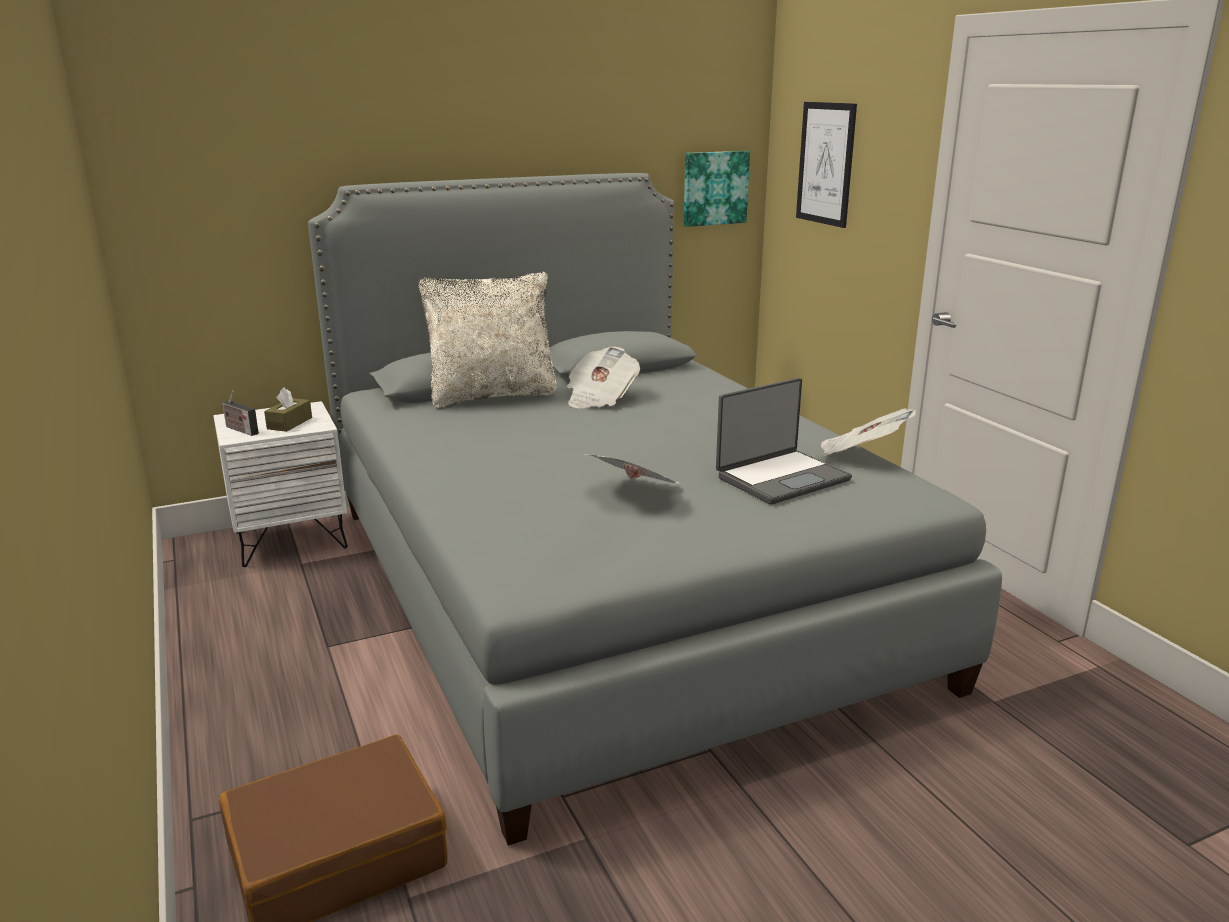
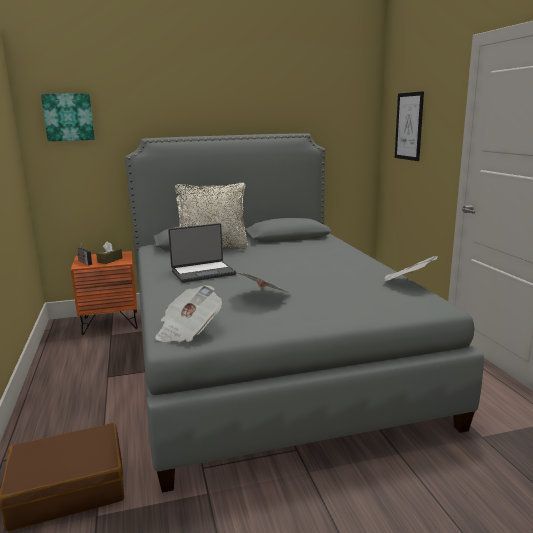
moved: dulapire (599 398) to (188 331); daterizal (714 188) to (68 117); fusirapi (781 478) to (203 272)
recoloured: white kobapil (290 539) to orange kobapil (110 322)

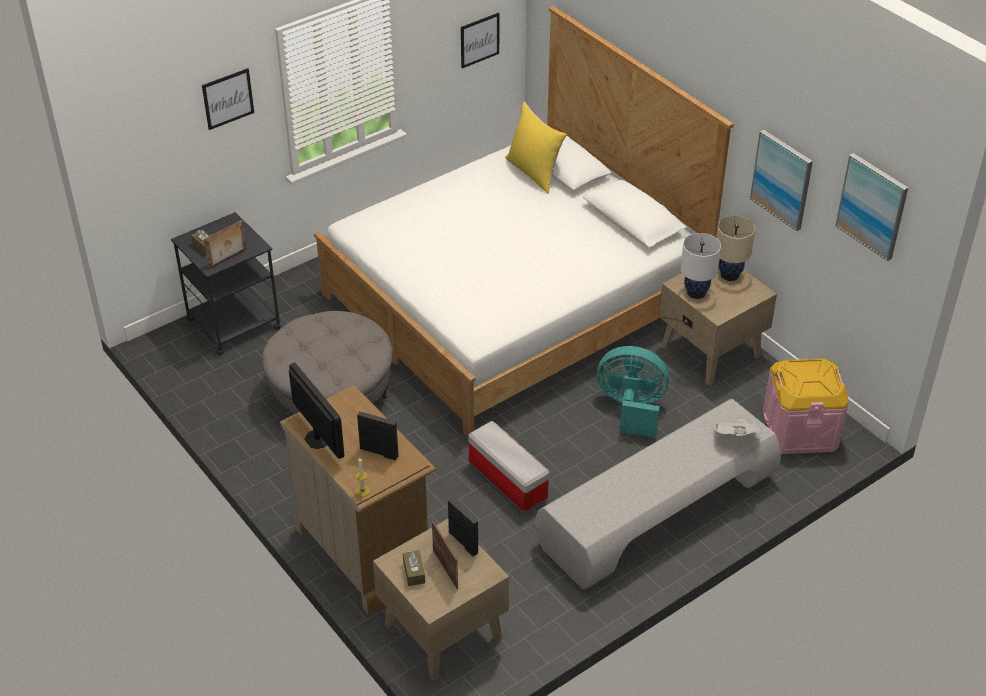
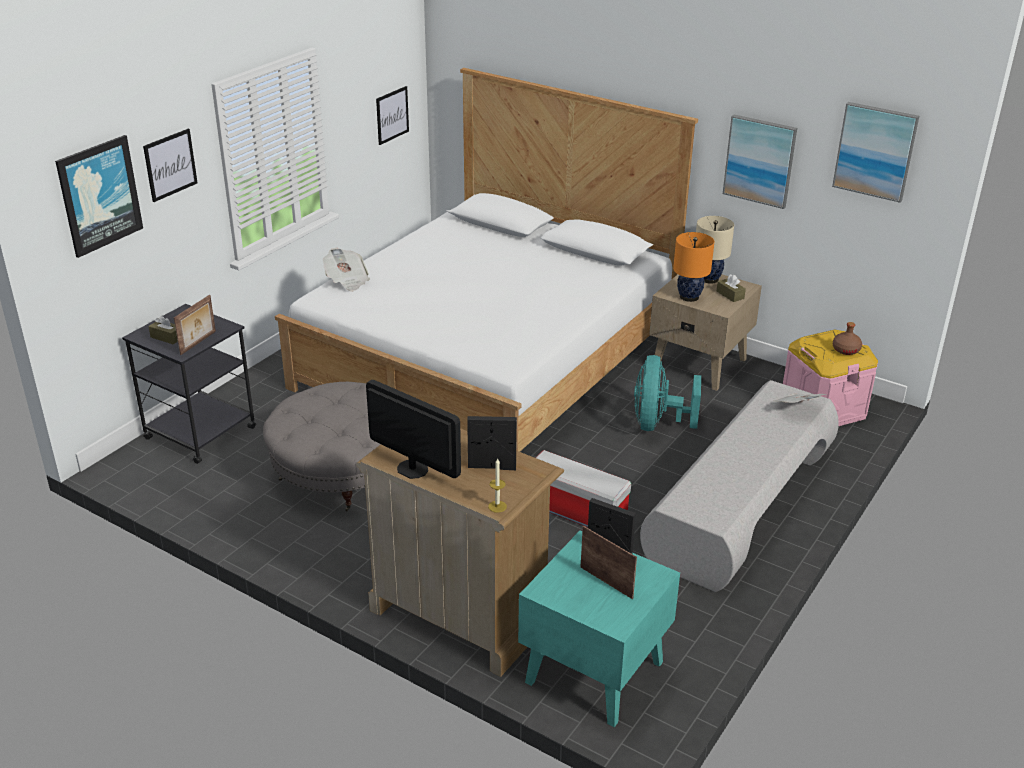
removed: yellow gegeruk (534 172)
added: daterizal (99 195); dulapire (347 281); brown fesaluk (846 350)
moved: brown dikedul (414 572) to (730 295)
recoloured: beige kobapil (442 630) to turquoise kobapil (593 671); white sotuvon (696 292) to orange sotuvon (689 297)
turned: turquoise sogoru (631 409) = (657 423) 75 degrees counterclockwise

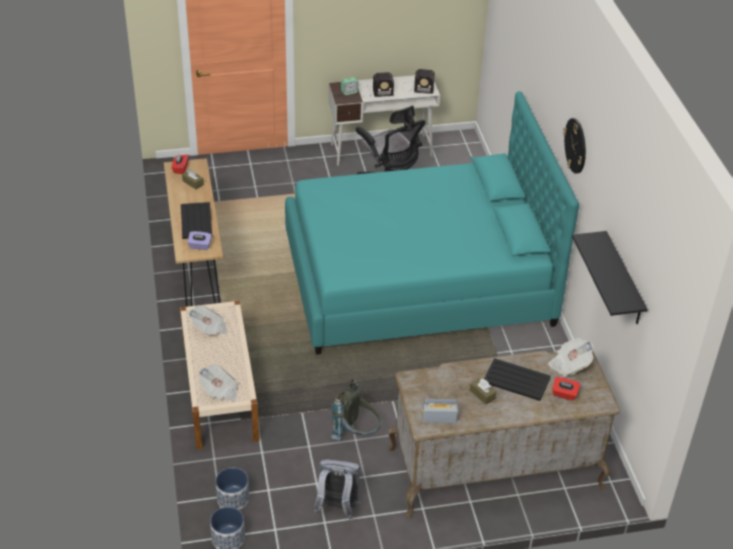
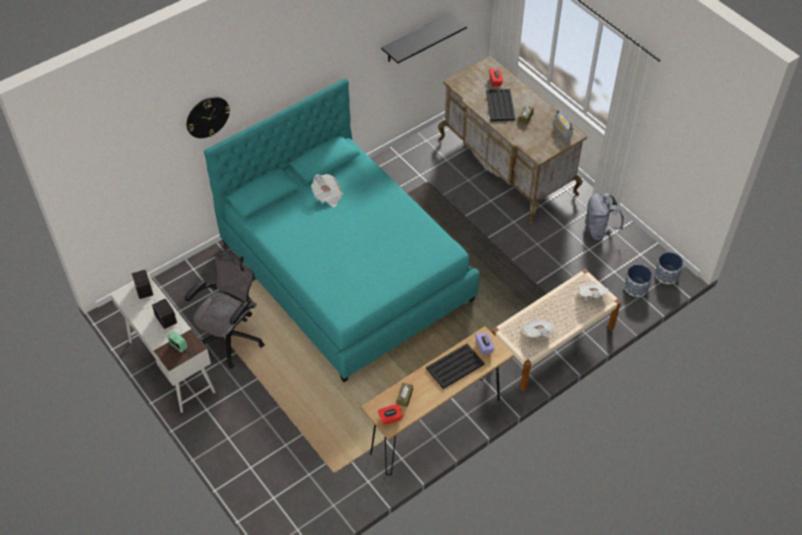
removed: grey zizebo (357 433)
moved: dulapire (569 365) to (327 196); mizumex (576 145) to (207 117)

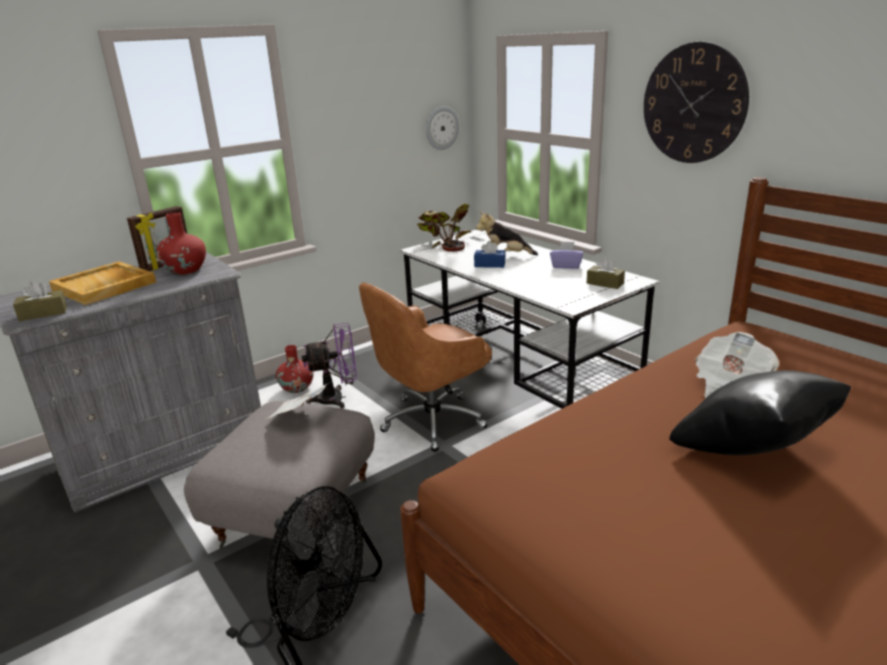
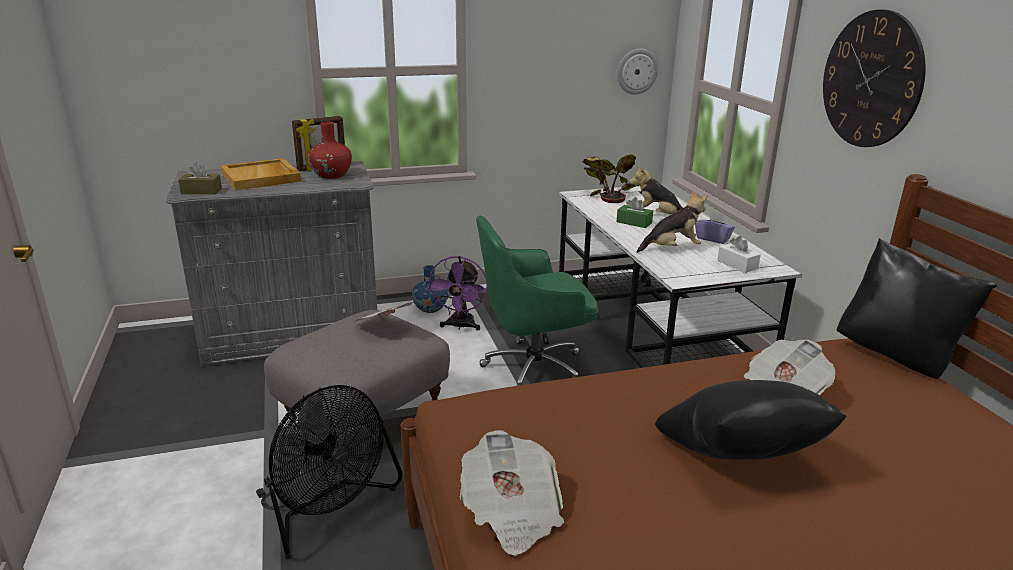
added: dulapire (511 514); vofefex (672 249); black gegeruk (897 357)
recoloured: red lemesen (297 388) to blue lemesen (430 308); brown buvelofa (432 420) to green buvelofa (533 368); blue dikedul (489 264) to green dikedul (634 222); brown dikedul (605 283) to white dikedul (737 264)
turned: purple sogoru (337 398) = (460 326) 90 degrees clockwise

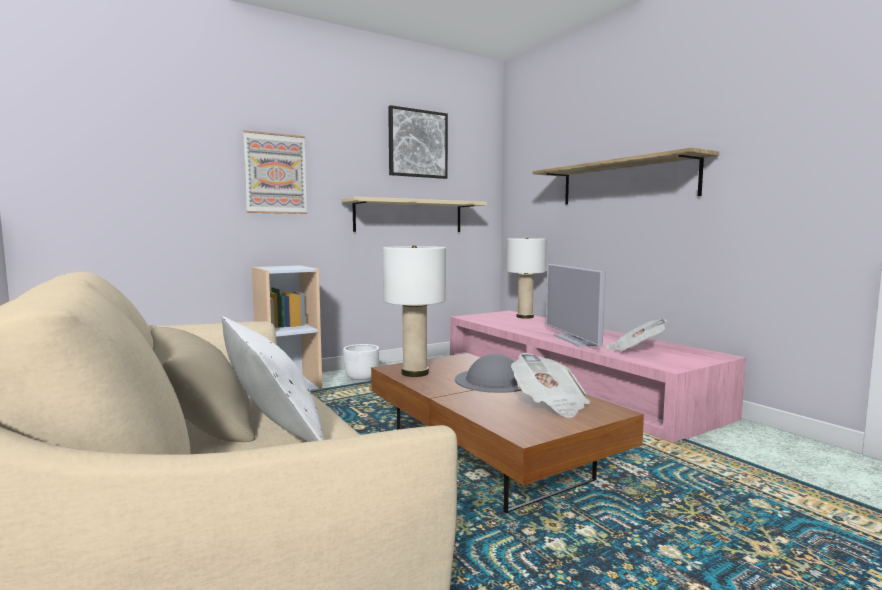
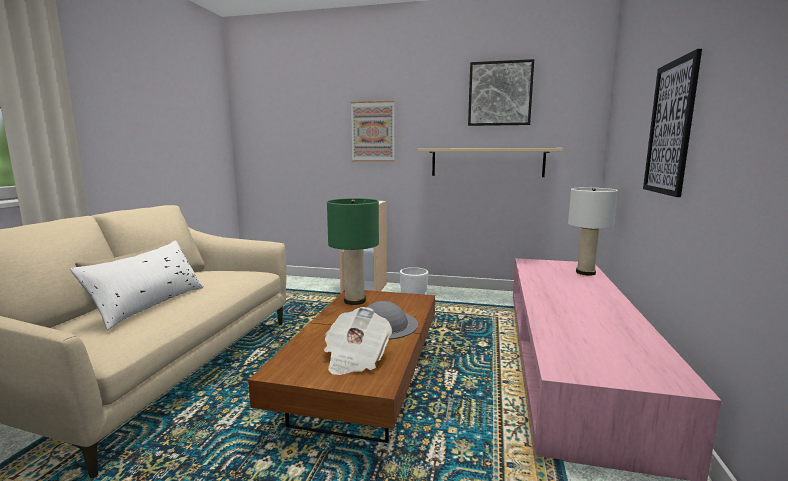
removed: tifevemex (574 340); dulapire (635 350)
replaced: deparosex (625 182) to daterizal (670 128)
recoloured: white sotuvon (414 373) to green sotuvon (354 301)

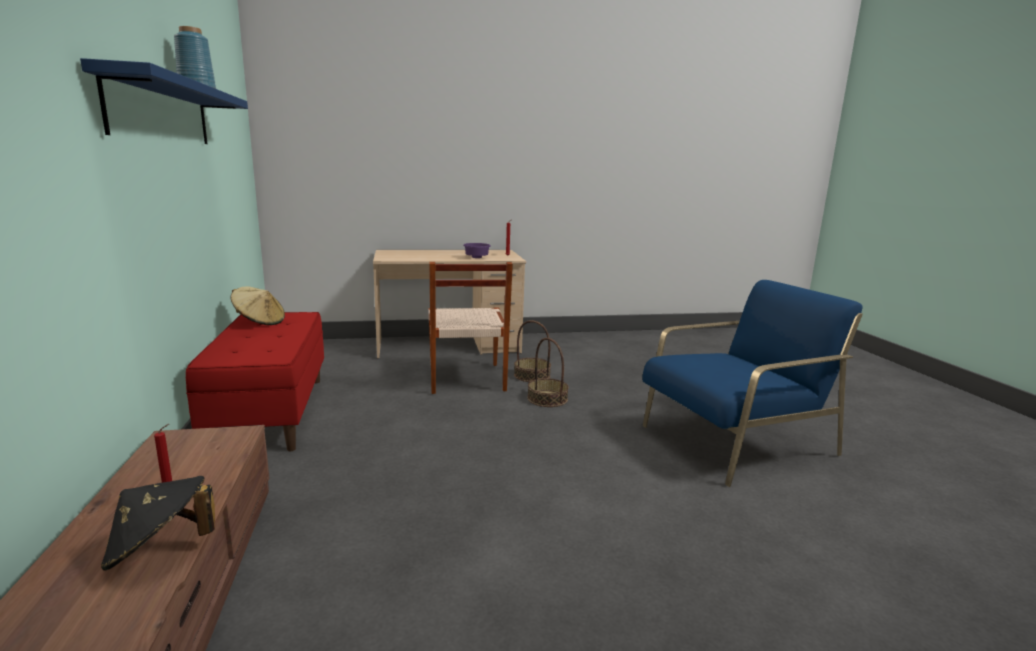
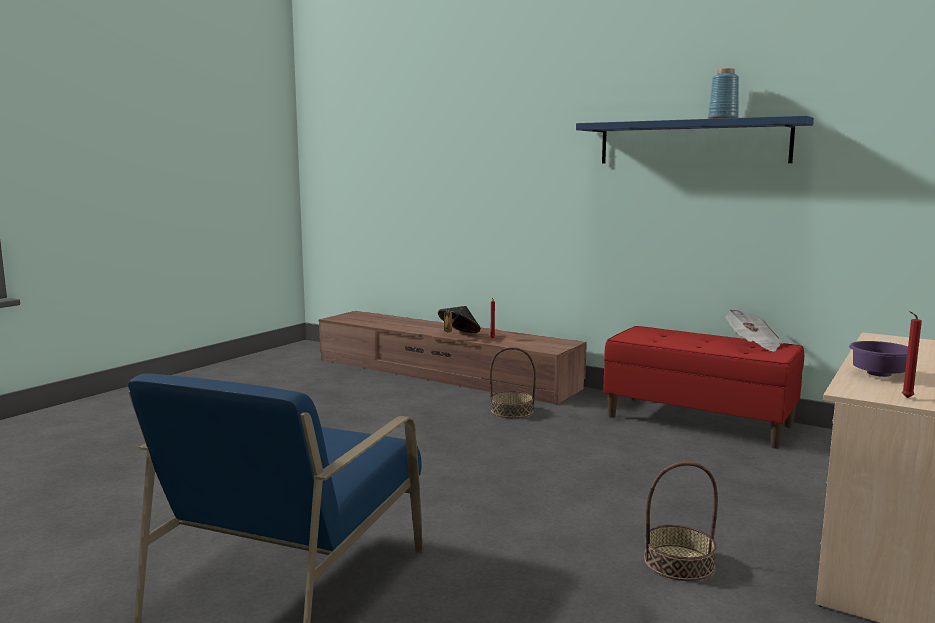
removed: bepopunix (466 380)
moved: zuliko (547 398) to (512 411)
replaced: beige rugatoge (259 322) to dulapire (753 345)

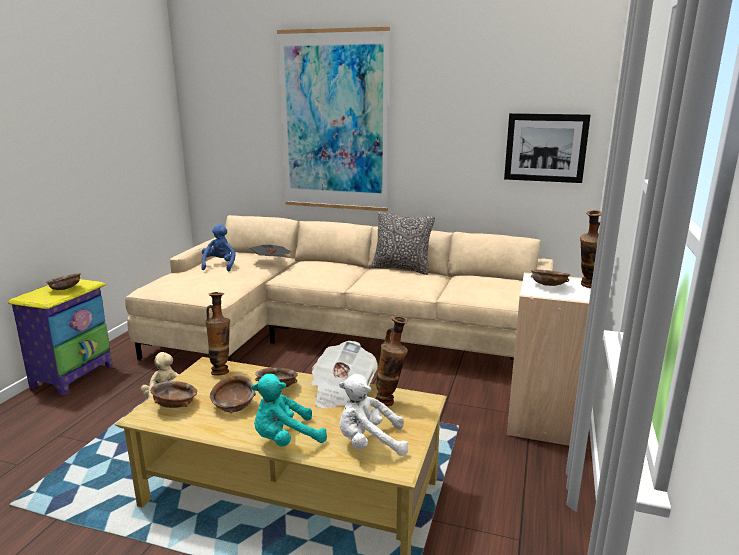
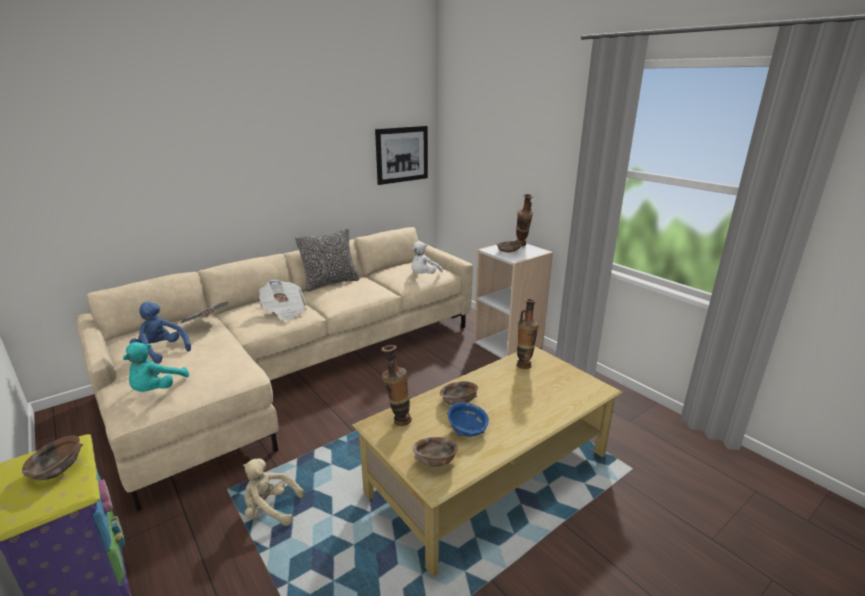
removed: daterizal (334 122)
moved: turquoise vofefex (285 439) to (157 389); dulapire (341 391) to (284 311); white vofefex (369 443) to (424 276)
recoloured: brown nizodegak (233 405) to blue nizodegak (467 429)

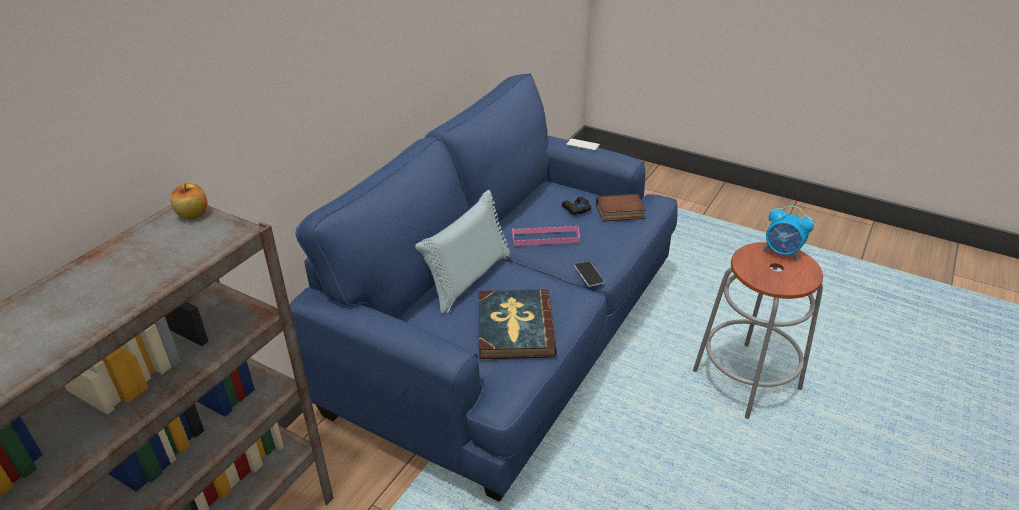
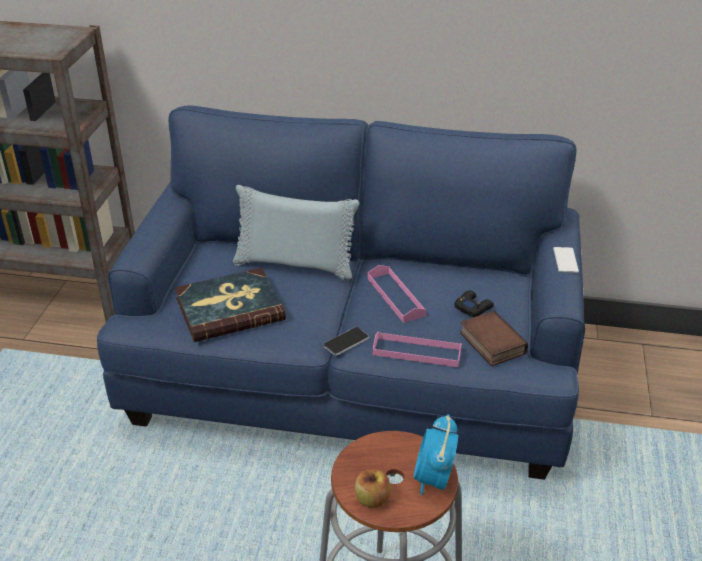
added: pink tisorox (417 352)
moved: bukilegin (193 214) to (372 499)

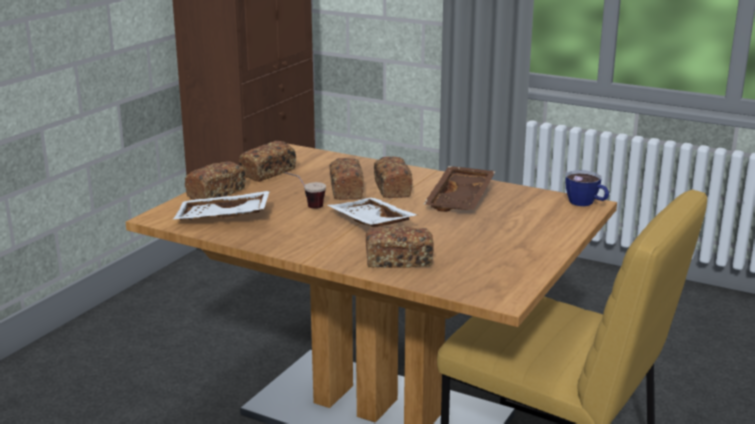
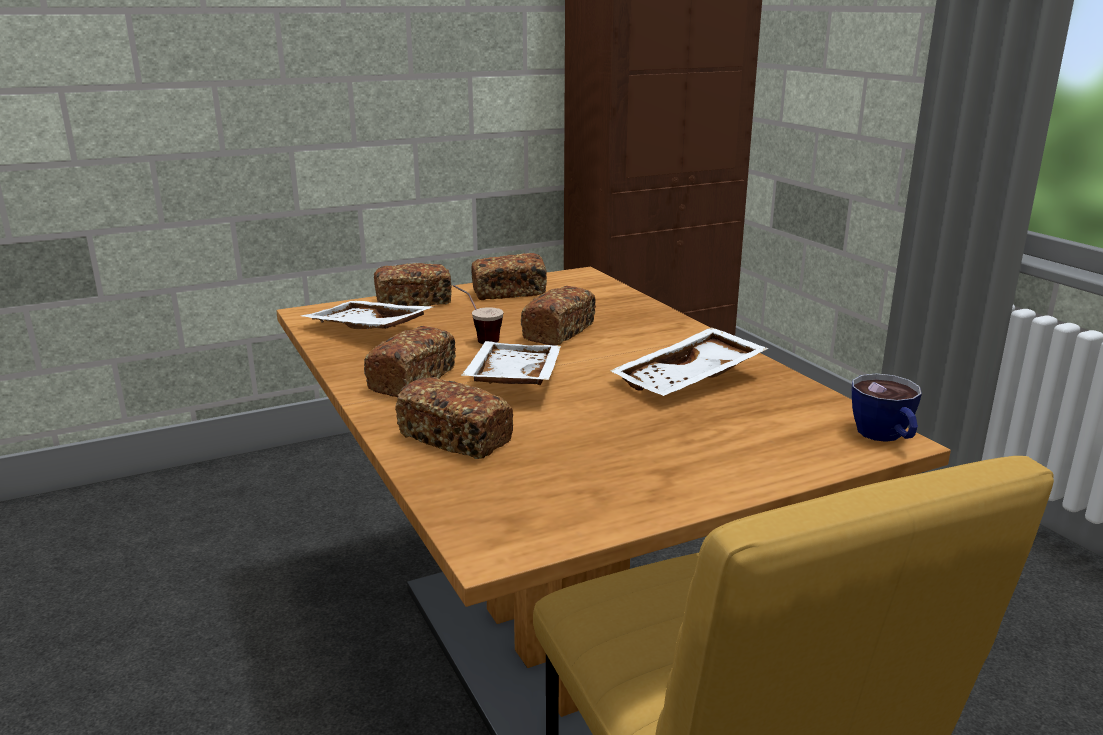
moved: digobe (392 189) to (412 380)
recoloured: brown tisorox (461 199) to white tisorox (690 380)

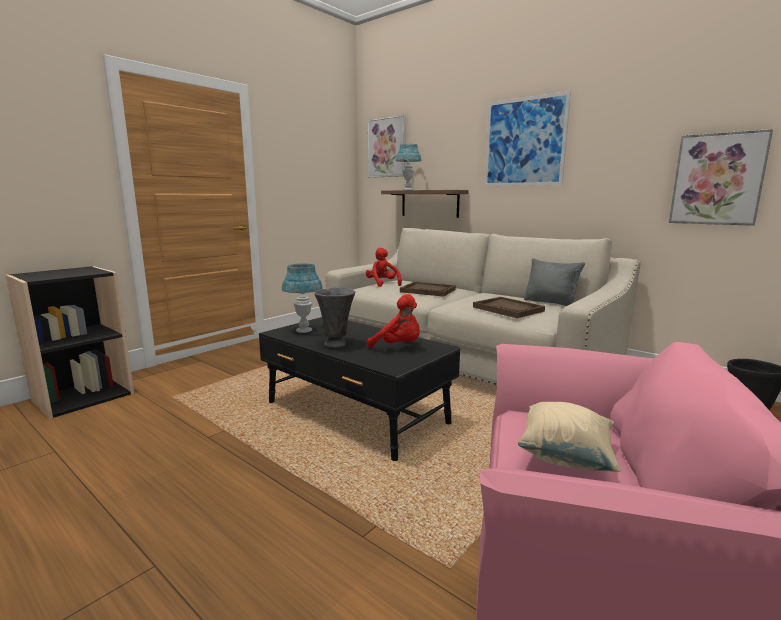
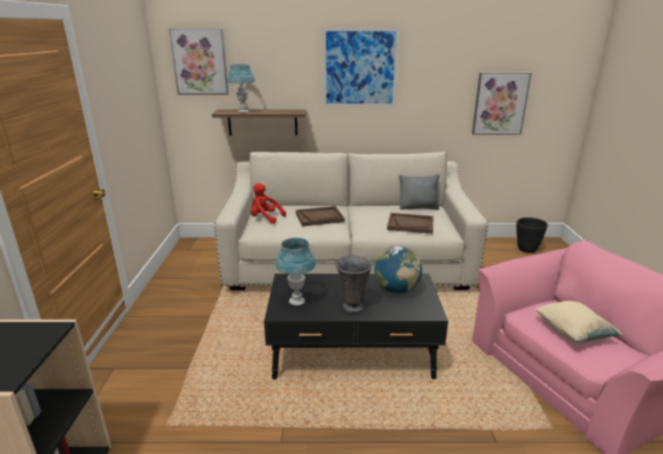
replaced: red vofefex (399 347) to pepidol (396 290)

